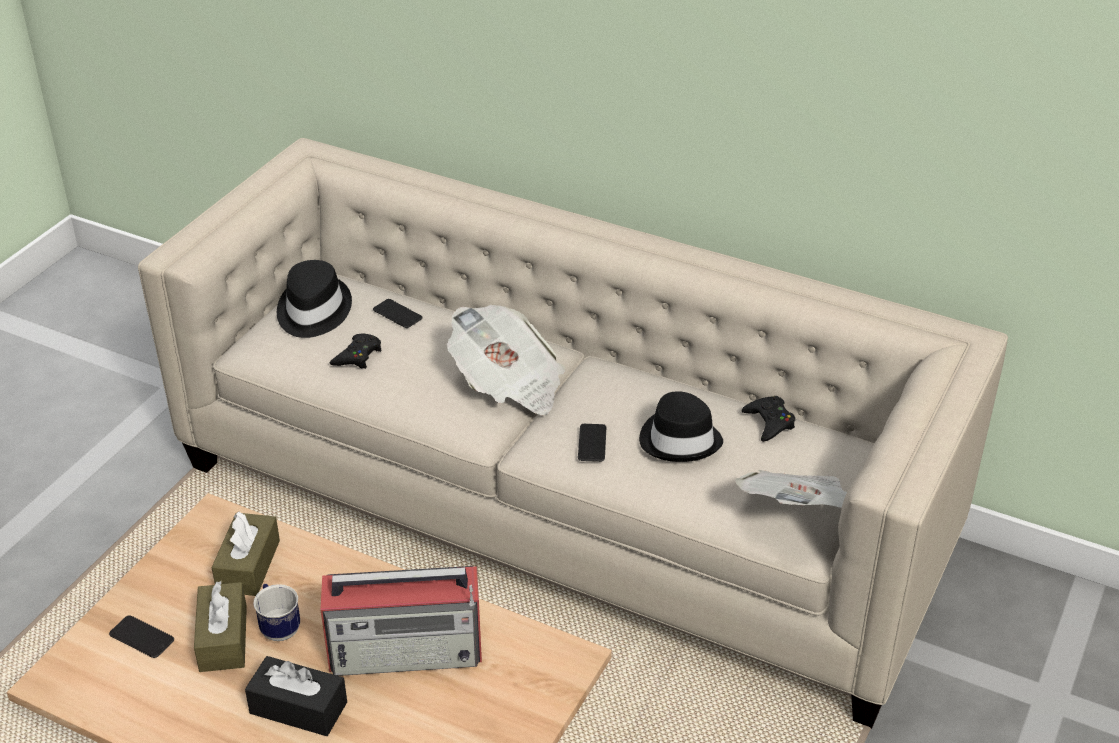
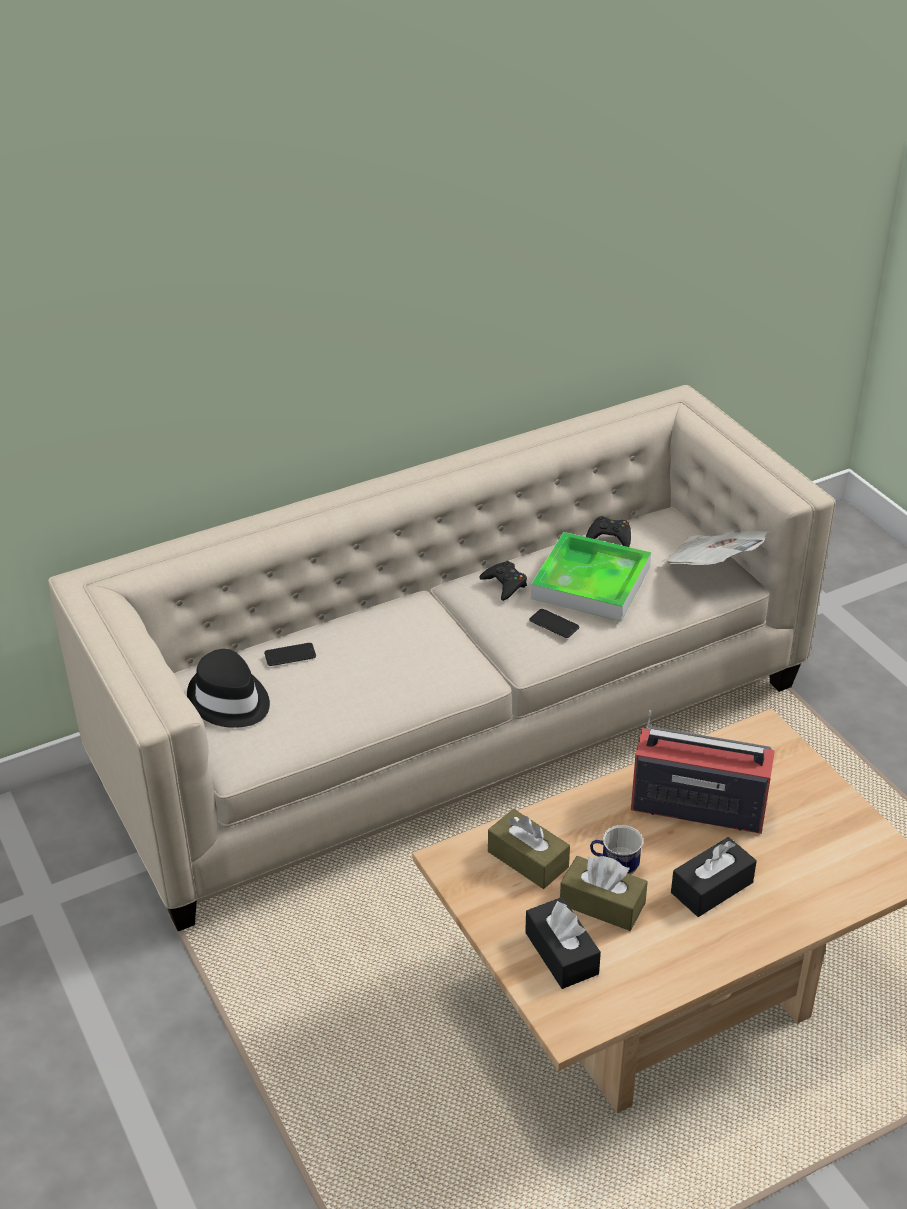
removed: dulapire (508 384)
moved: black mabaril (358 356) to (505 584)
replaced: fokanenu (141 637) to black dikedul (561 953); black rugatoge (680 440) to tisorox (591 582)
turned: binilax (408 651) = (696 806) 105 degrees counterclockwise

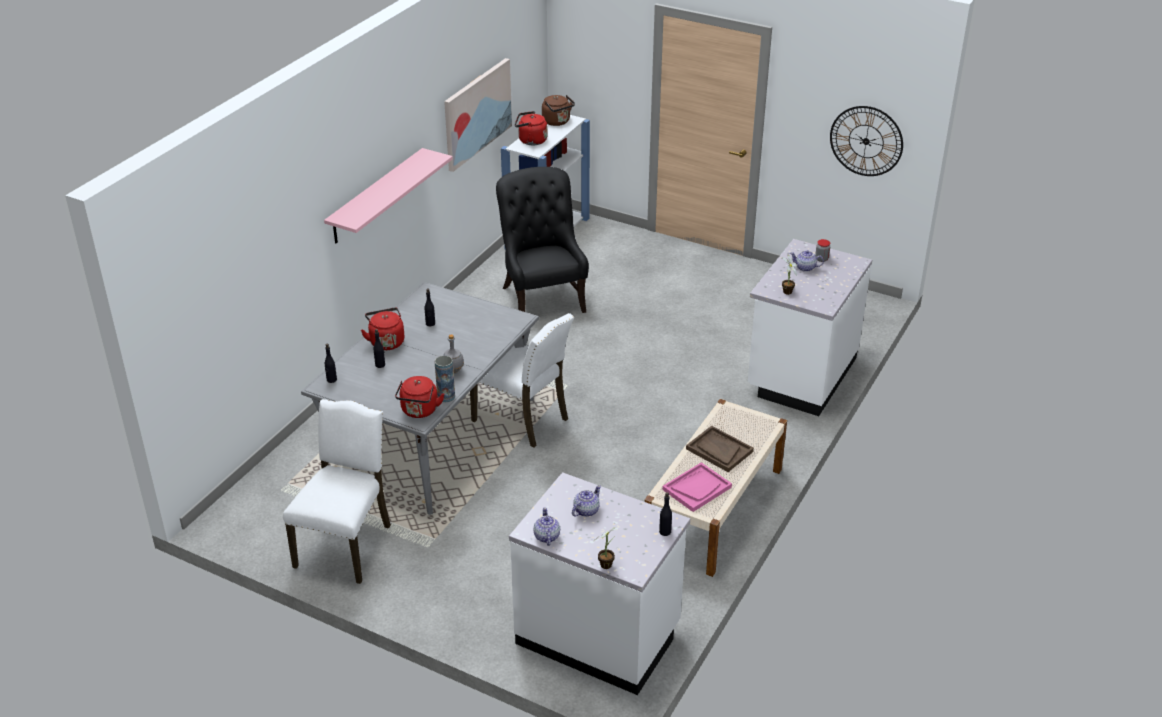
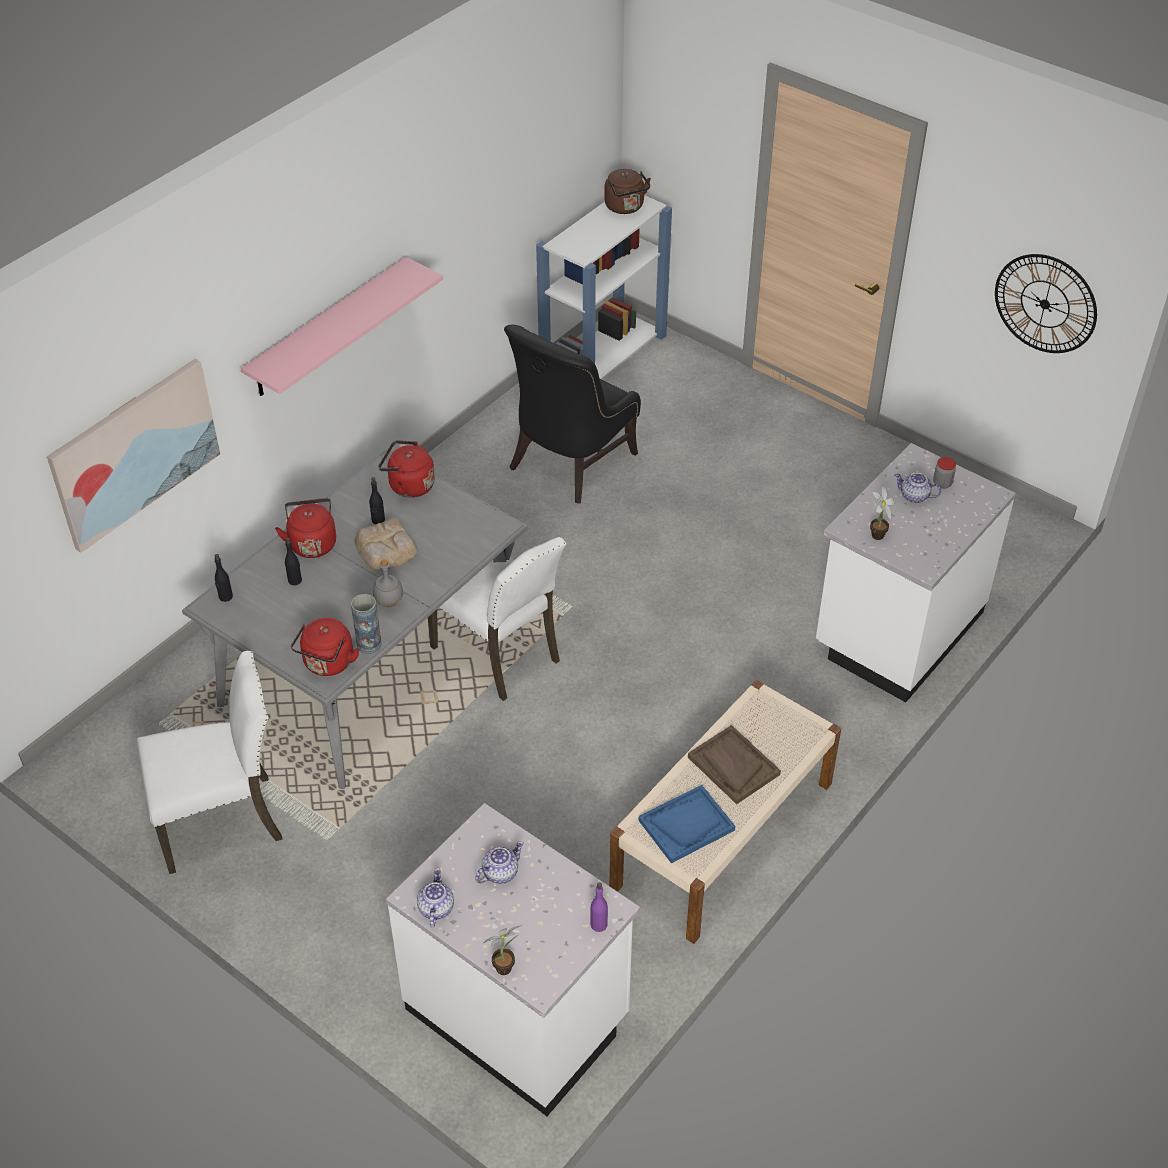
added: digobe (386 549)
moved: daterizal (476 113) to (134 452); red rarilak (530 141) to (408 486)
recoloured: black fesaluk (665 531) to purple fesaluk (599 924); pink tisorox (697 488) to blue tisorox (686 825)
turned: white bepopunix (346 544) = (223 820) 45 degrees clockwise; black bepopunix (542 299) = (570 461) 135 degrees counterclockwise

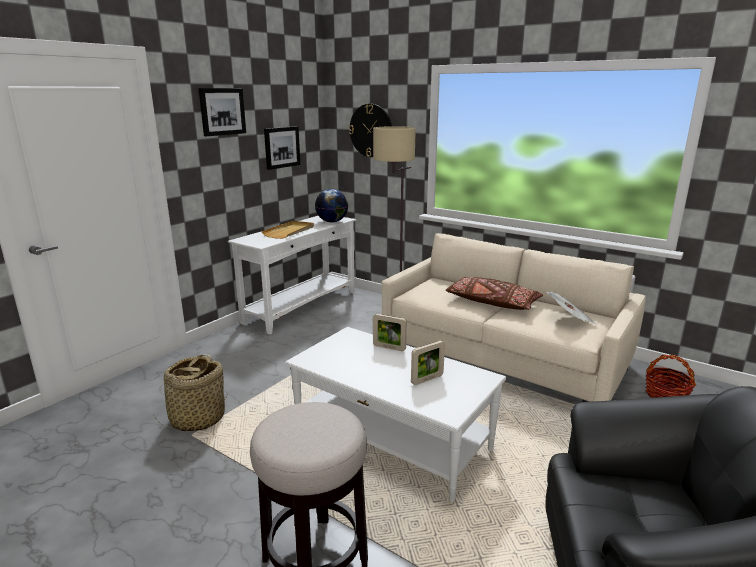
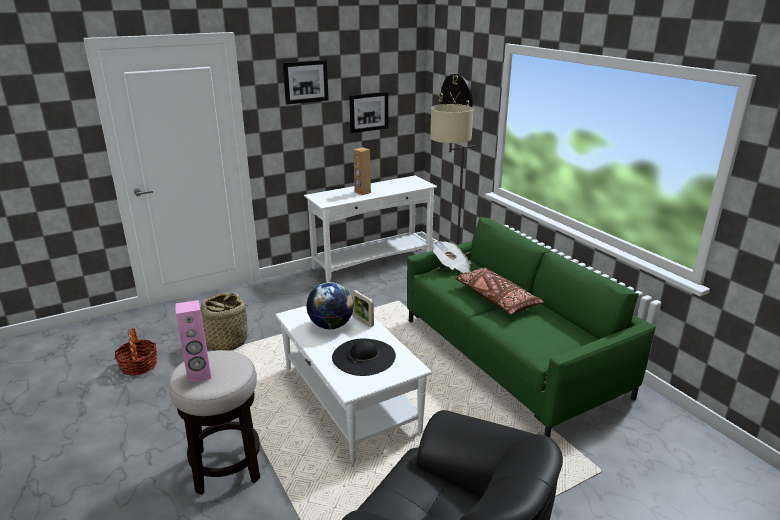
added: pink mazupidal (199 375)
moved: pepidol (332 222) to (331 325); dulapire (570 320) to (452 267); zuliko (666 396) to (139 366)
replaced: beige tisorox (289 231) to brown mazupidal (362 192); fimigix (427 379) to black rugatoge (363 356)
recoloured: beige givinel (502 361) to green givinel (509 357)

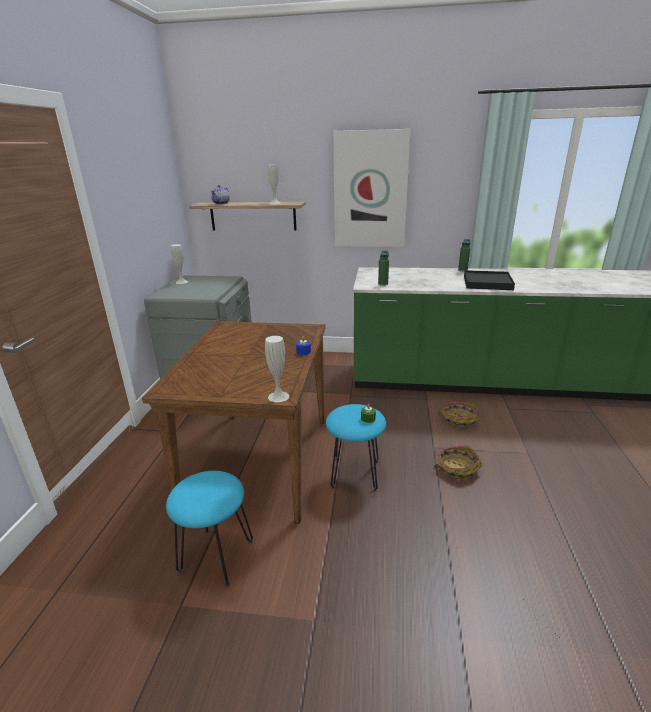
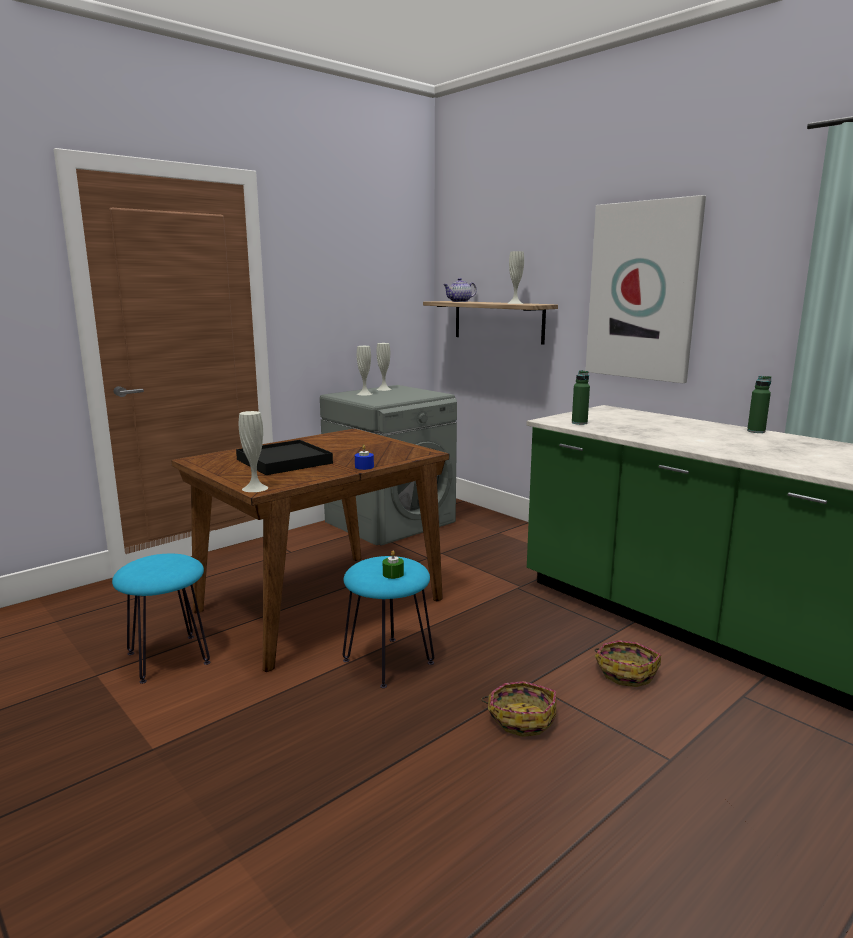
added: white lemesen (364 394)
moved: black tisorox (487 283) to (284 461)

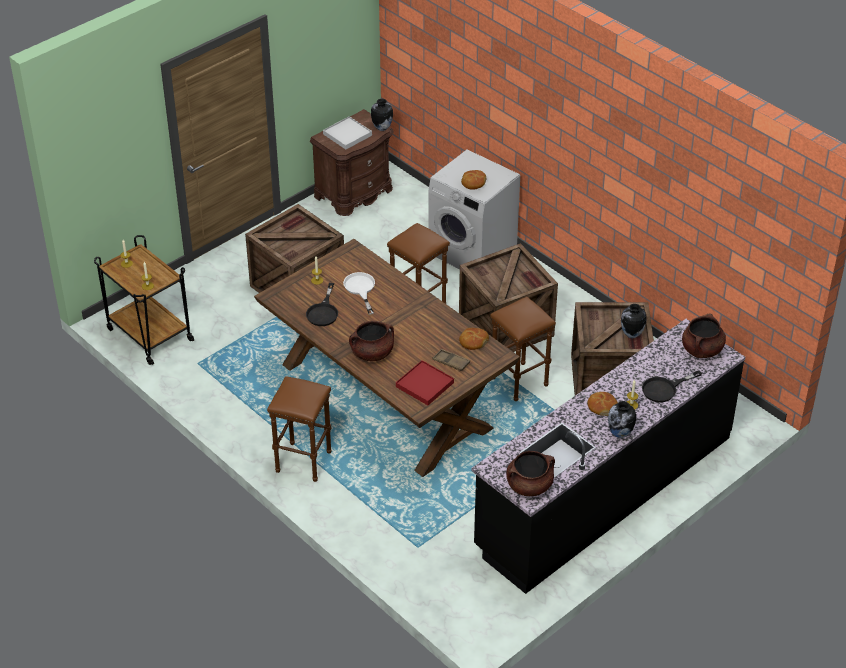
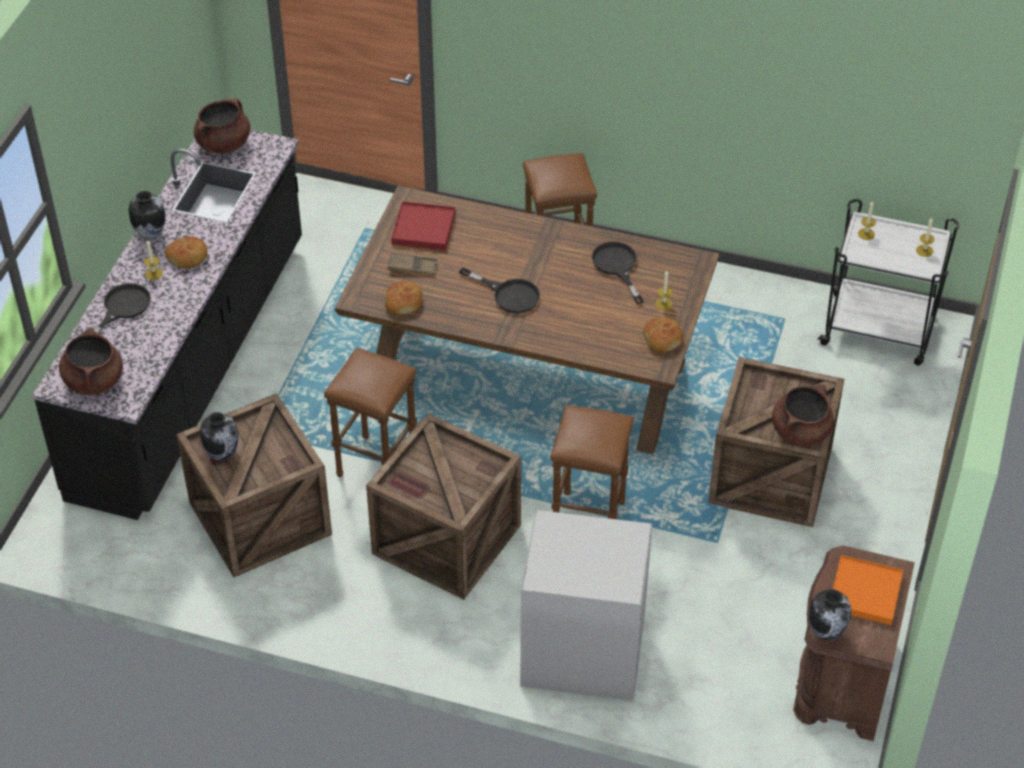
removed: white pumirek (360 289)
added: black pumirek (509 294)
moved: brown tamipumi (372 353) to (800 432); digobe (473 183) to (663 339)
recoloured: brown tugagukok (149 334) to white tugagukok (879 330); white tisorox (347 135) to orange tisorox (865 592)

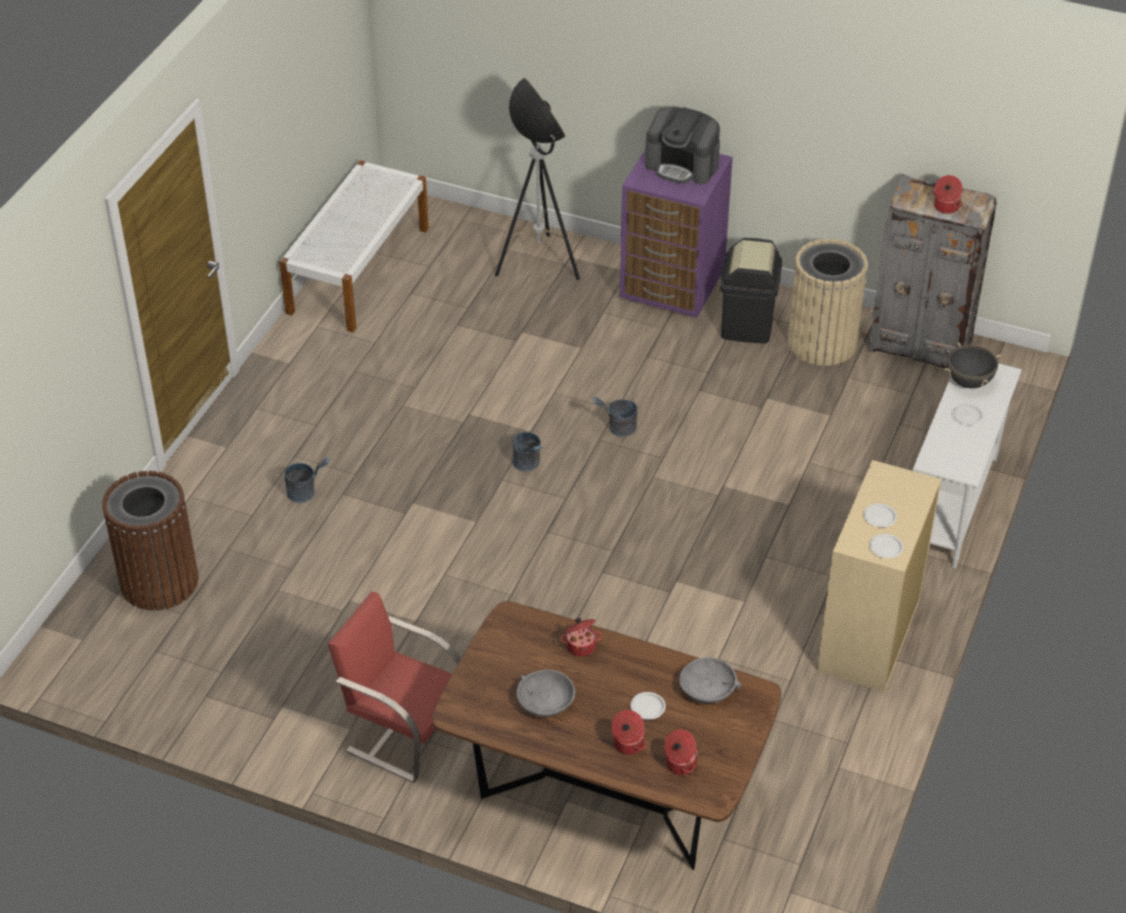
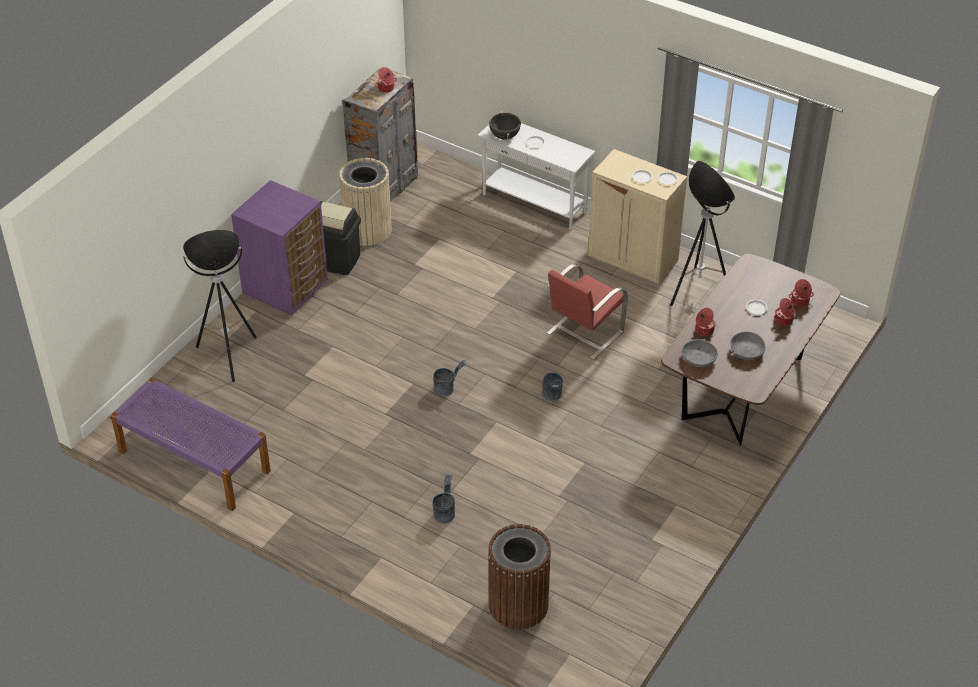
removed: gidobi (682 165)
added: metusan (697 292)
moved: red bepopunix (404 732) to (583 333); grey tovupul (617 429) to (552 397); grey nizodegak (708 687) to (699 358)
recoloured: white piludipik (358 270) to purple piludipik (194 462)

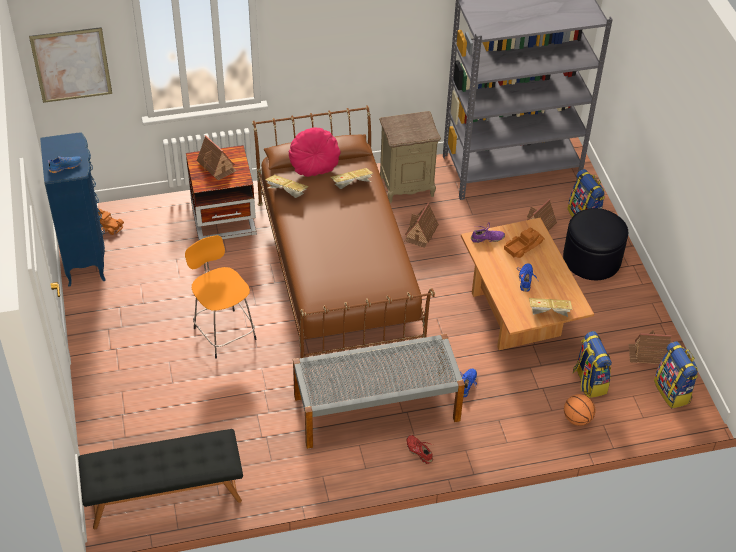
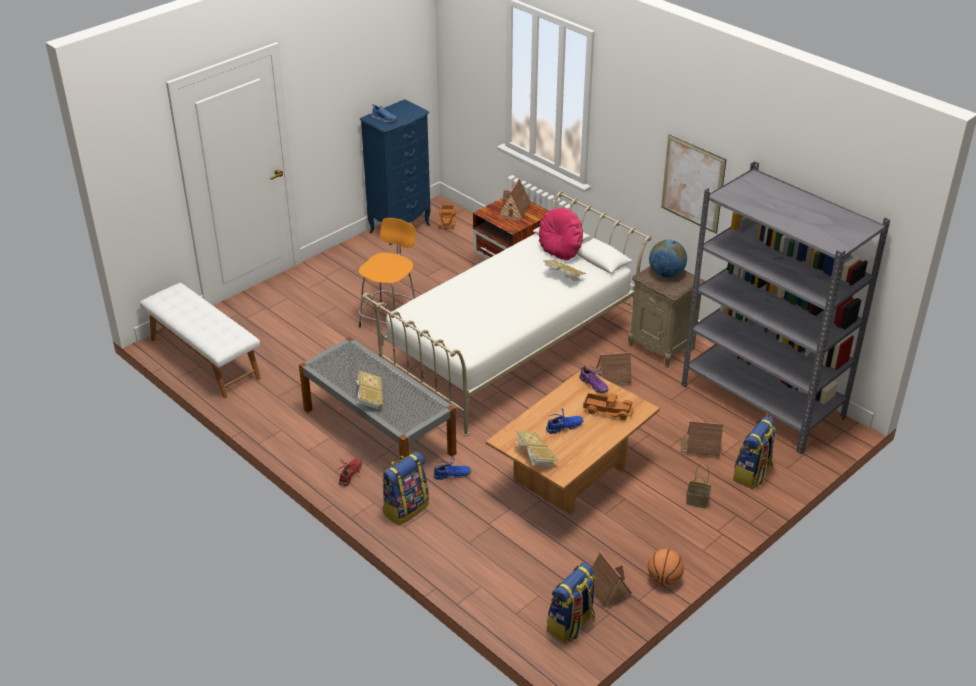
added: pepidol (666 274)
moved: daterizal (71 65) to (693 184); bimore (286 192) to (369 398); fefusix (577 419) to (664 579); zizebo (589 381) to (405 508)
replaced: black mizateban (591 259) to zuliko (698 500)
recoloured: black piludipik (165 496) to white piludipik (204 359); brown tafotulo (337 275) to white tafotulo (510 351)

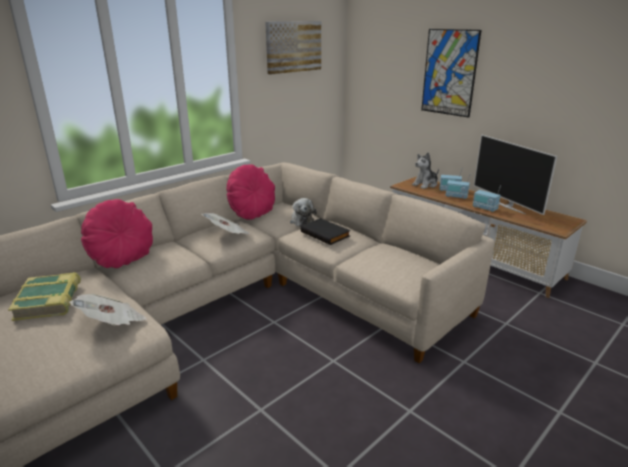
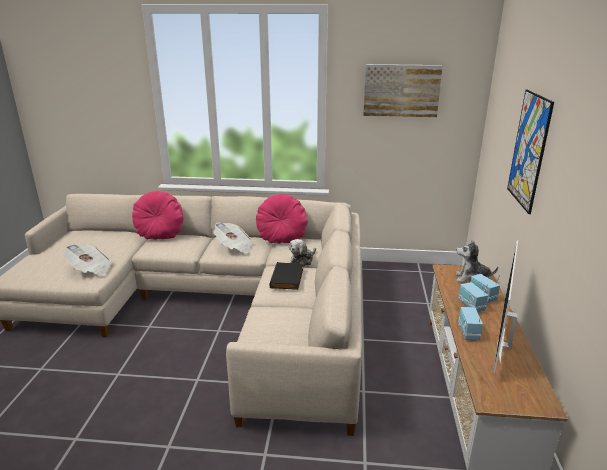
removed: bimore (49 301)

